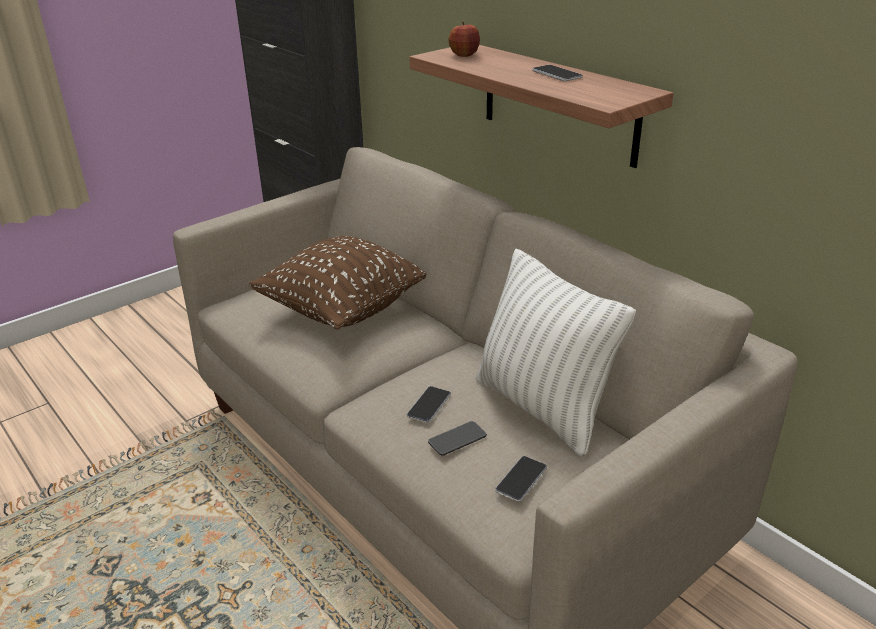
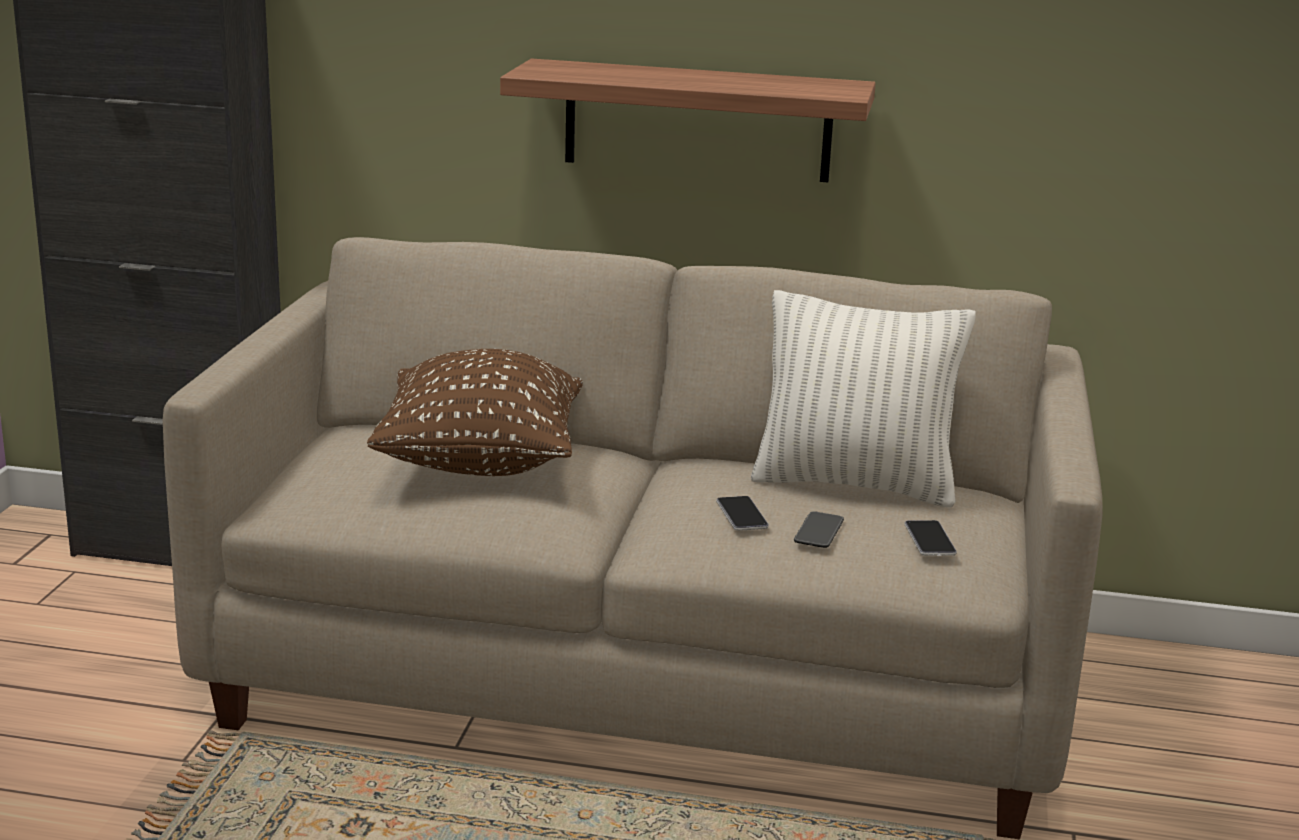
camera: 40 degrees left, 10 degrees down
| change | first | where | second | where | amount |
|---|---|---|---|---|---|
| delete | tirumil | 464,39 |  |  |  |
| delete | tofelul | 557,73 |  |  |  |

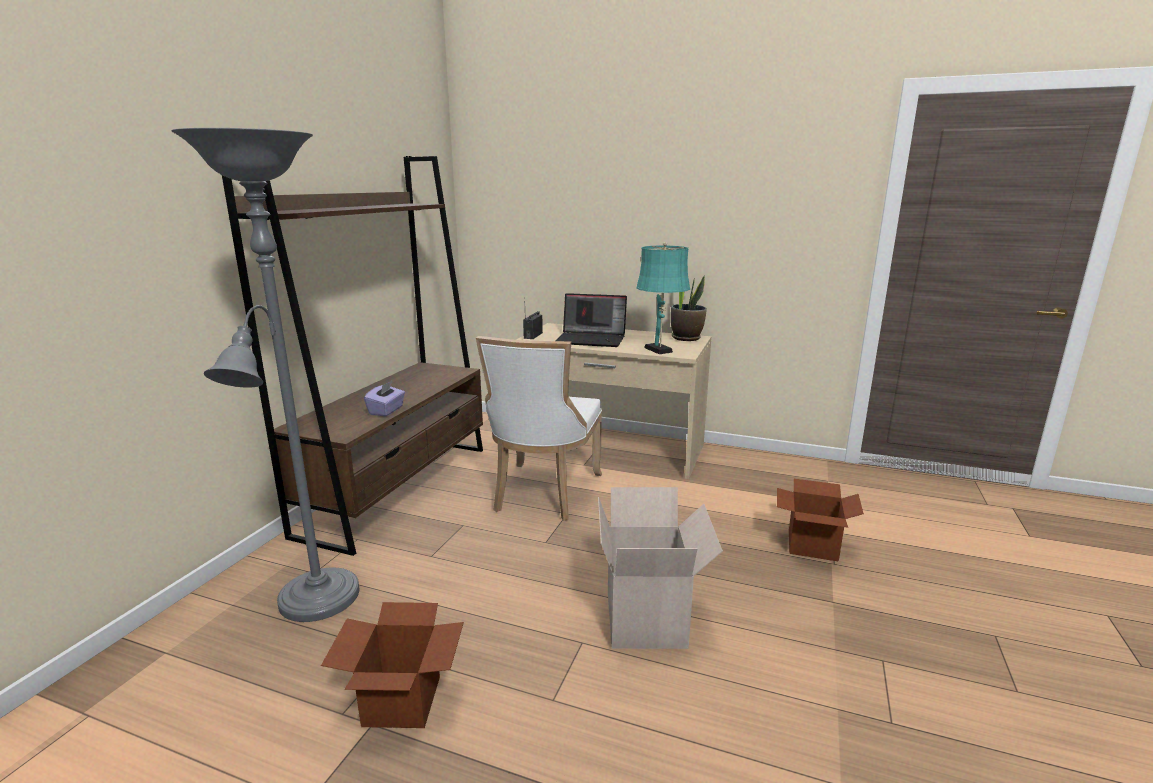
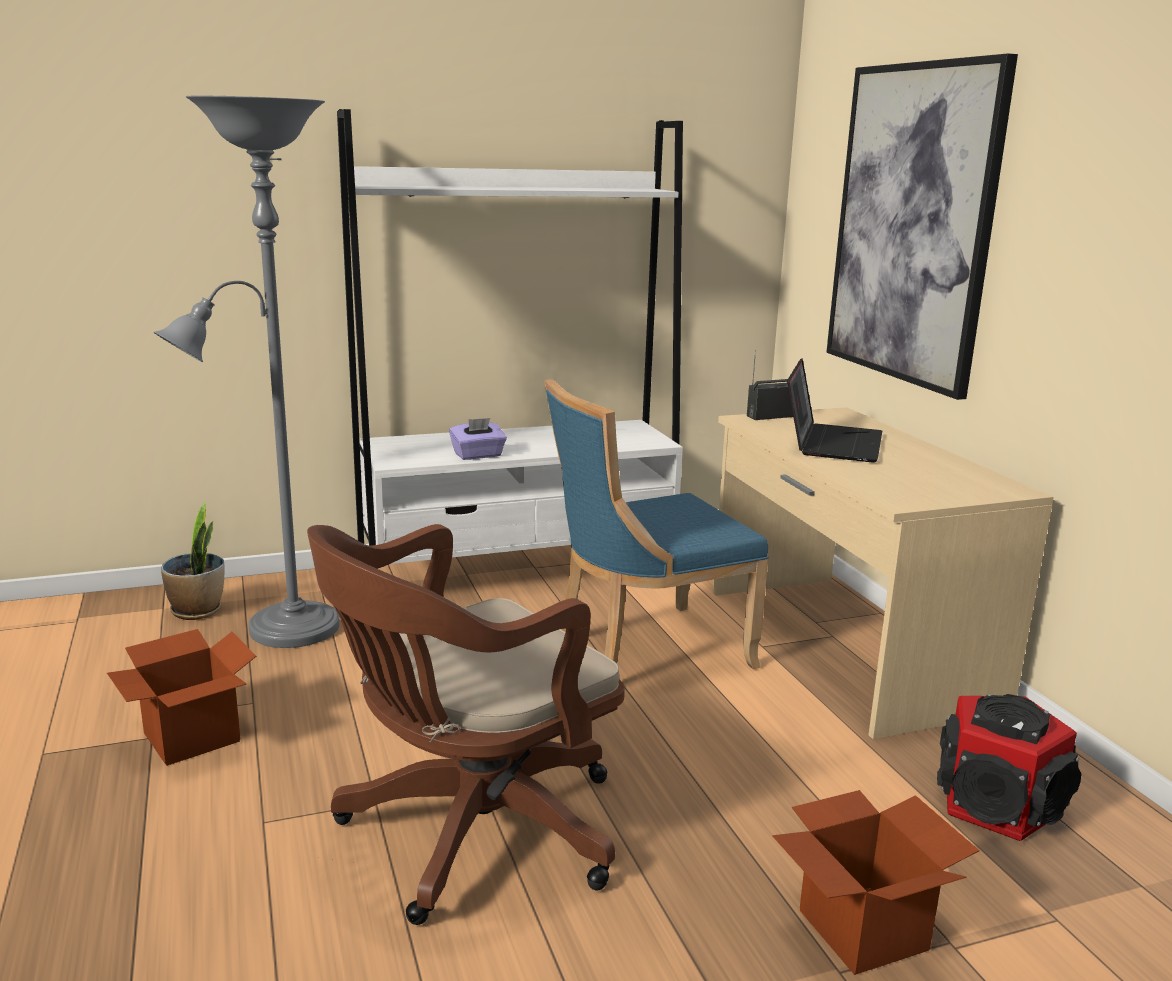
camera: 50 degrees right, 0 degrees up
| change | first | where | second | where | amount |
|---|---|---|---|---|---|
| move | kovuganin | 689,308 |  | 192,561 |  |
| replace | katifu | 660,568 | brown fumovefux | 466,724 |  |
| recolor | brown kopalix | 352,356 | white kopalix | 510,336 |  |
| recolor | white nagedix | 539,428 | blue nagedix | 656,524 |  |
| rotate | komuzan | 591,320 |  | 834,410 | 135 degrees counterclockwise |
| insert |  |  | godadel | 922,226 |  |
| insert |  |  | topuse | 1009,767 |  |
| delete | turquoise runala | 663,298 |  |  |  |

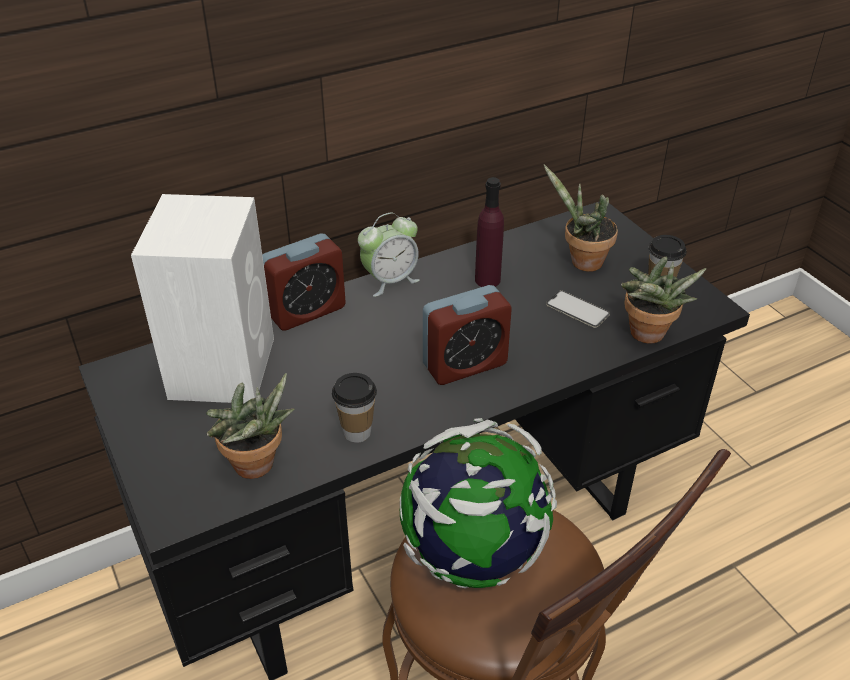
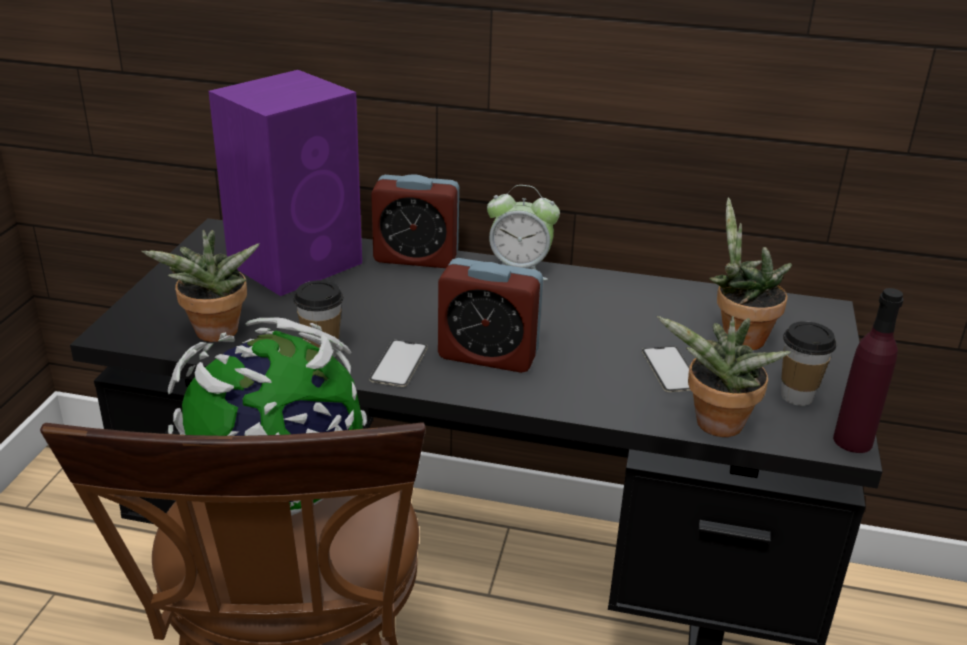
camera: 40 degrees right, 10 degrees down
| change | first | where | second | where | amount |
|---|---|---|---|---|---|
| recolor | white topuse | 202,298 | purple topuse | 285,183 |  |
| insert |  |  | tofelul | 398,363 |  |
| move | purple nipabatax | 489,232 |  | 868,370 |  |

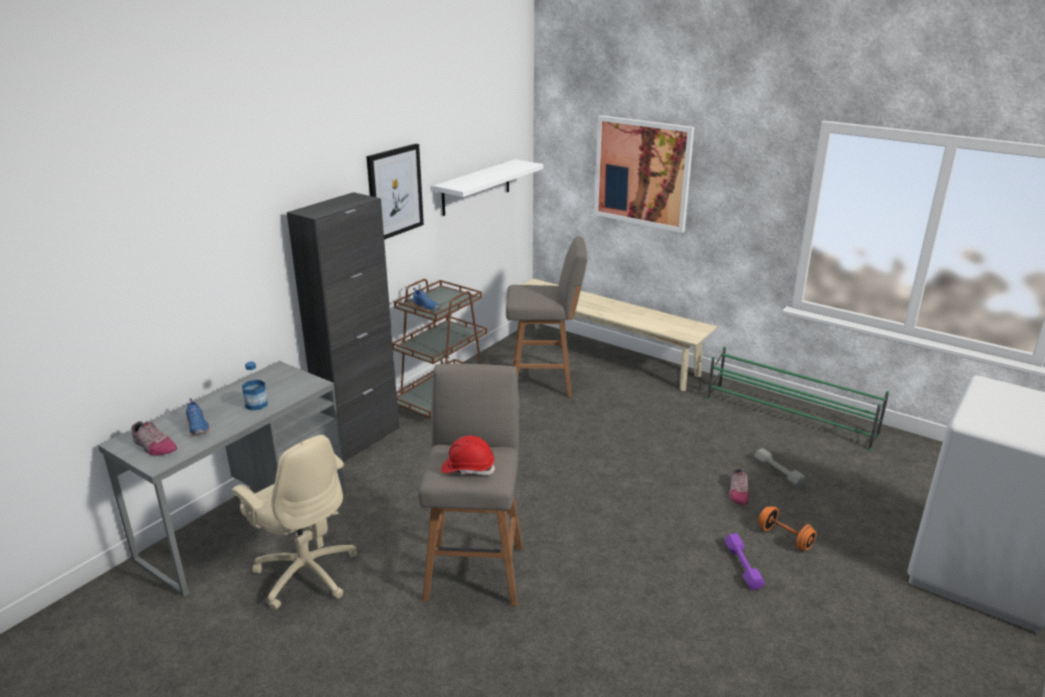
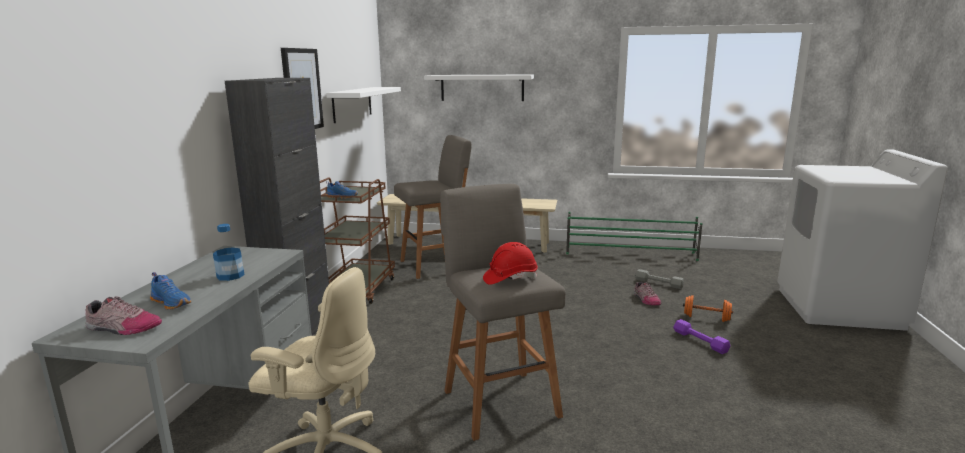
camera: 25 degrees left, 10 degrees down
| change | first | where | second | where | amount |
|---|---|---|---|---|---|
| replace | godadel | 644,174 | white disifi | 479,87 |  |

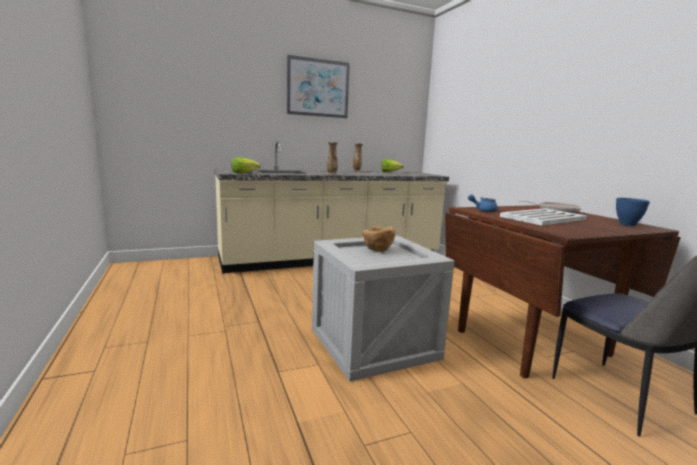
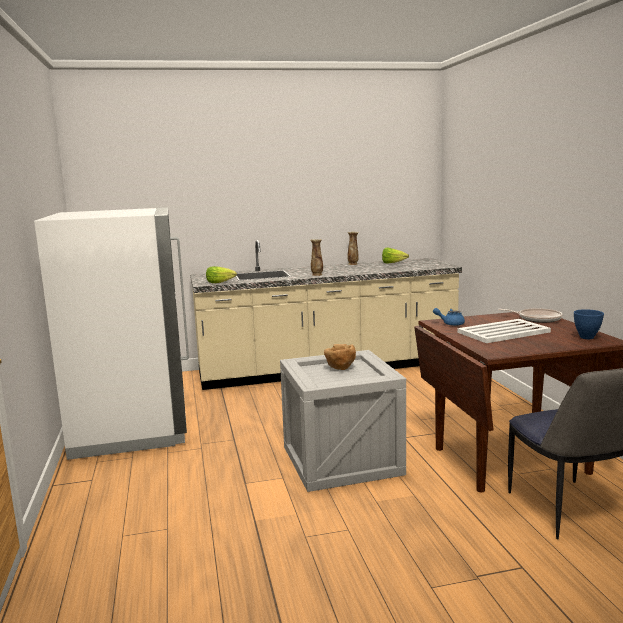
camera: 10 degrees right, 0 degrees up
| change | first | where | second | where | amount |
|---|---|---|---|---|---|
| insert |  |  | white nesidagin | 111,334 |  |
| delete | godadel | 318,86 |  |  |  |

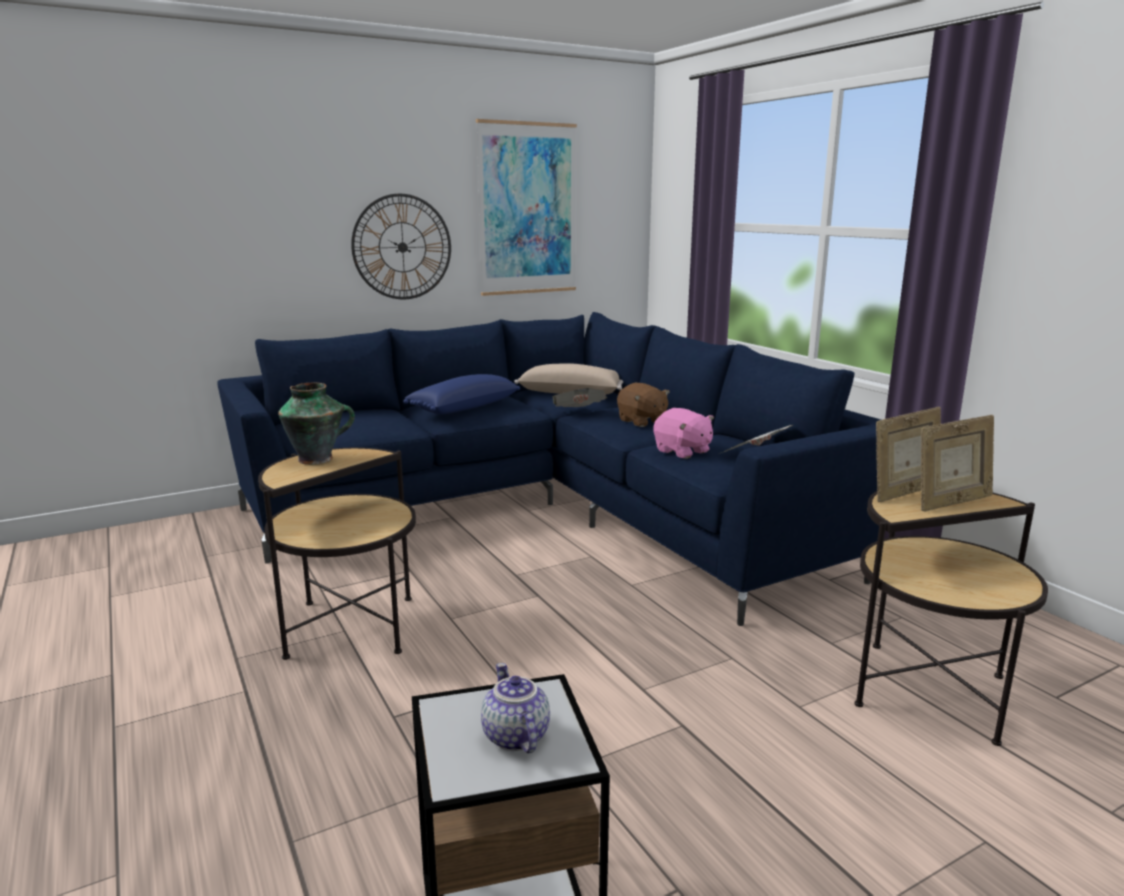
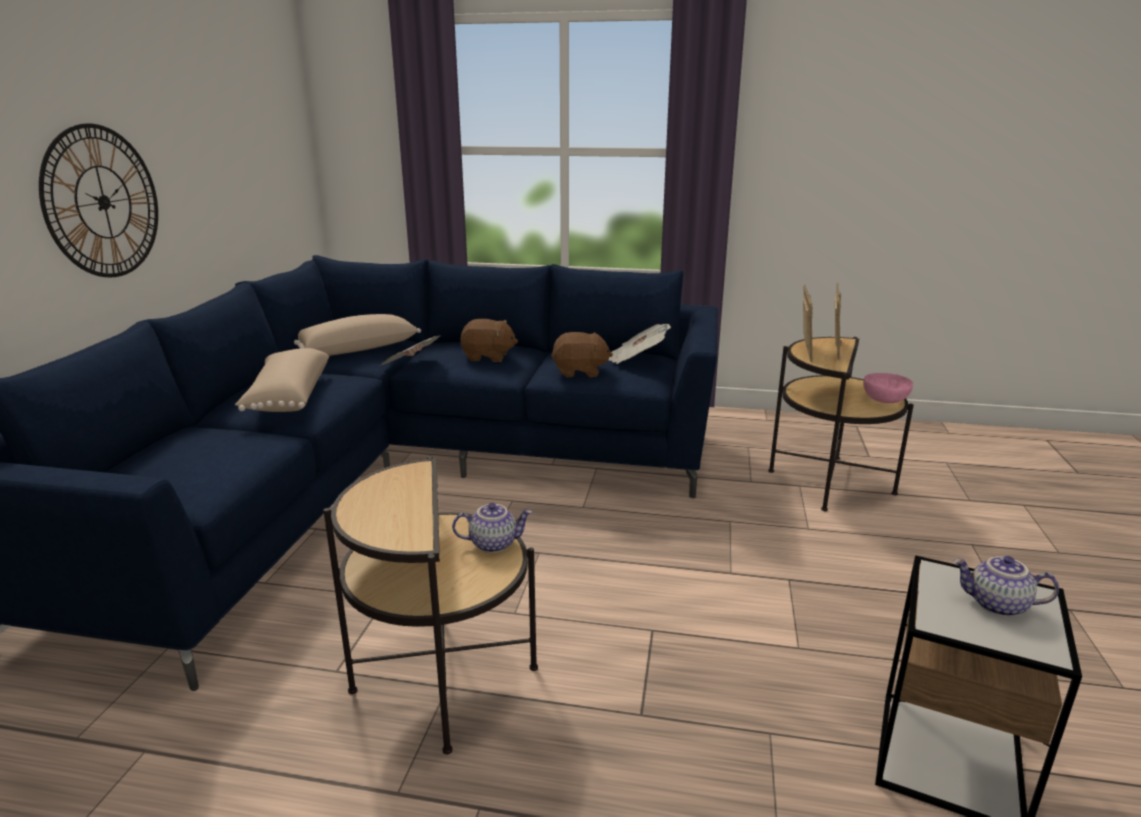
camera: 50 degrees left, 5 degrees up
| change | first | where | second | where | amount |
|---|---|---|---|---|---|
| recolor | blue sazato | 462,394 | beige sazato | 282,380 |  |
| insert |  |  | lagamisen | 492,528 |  |
| recolor | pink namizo | 684,433 | brown namizo | 582,354 |  |
| insert |  |  | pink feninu | 888,388 |  |
| delete | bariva | 316,424 |  |  |  |
| delete | godadel | 526,207 |  |  |  |

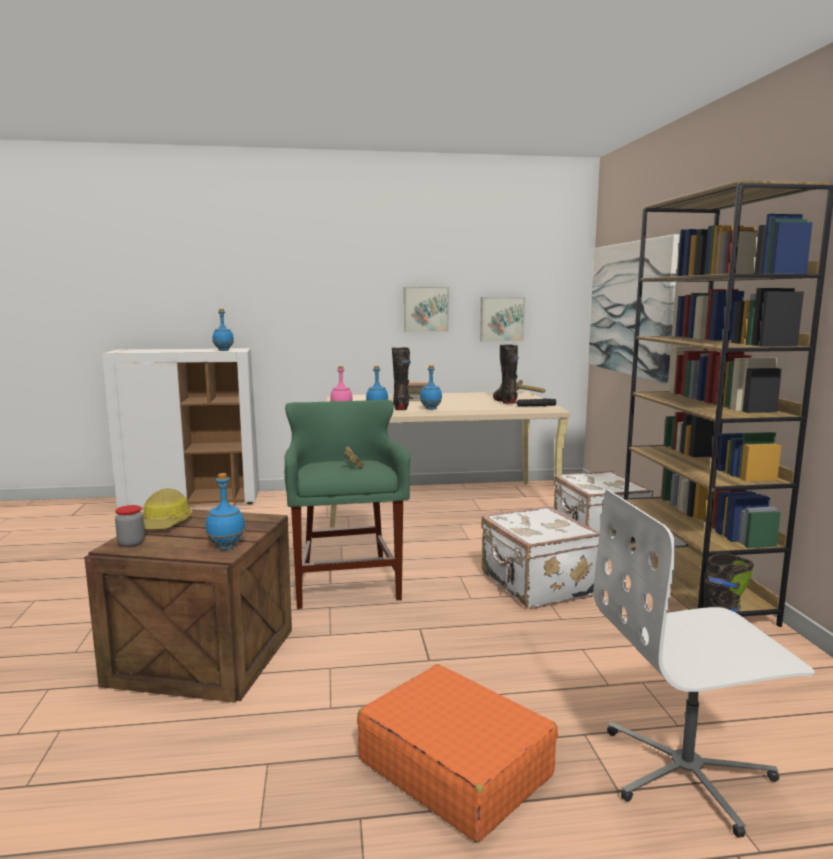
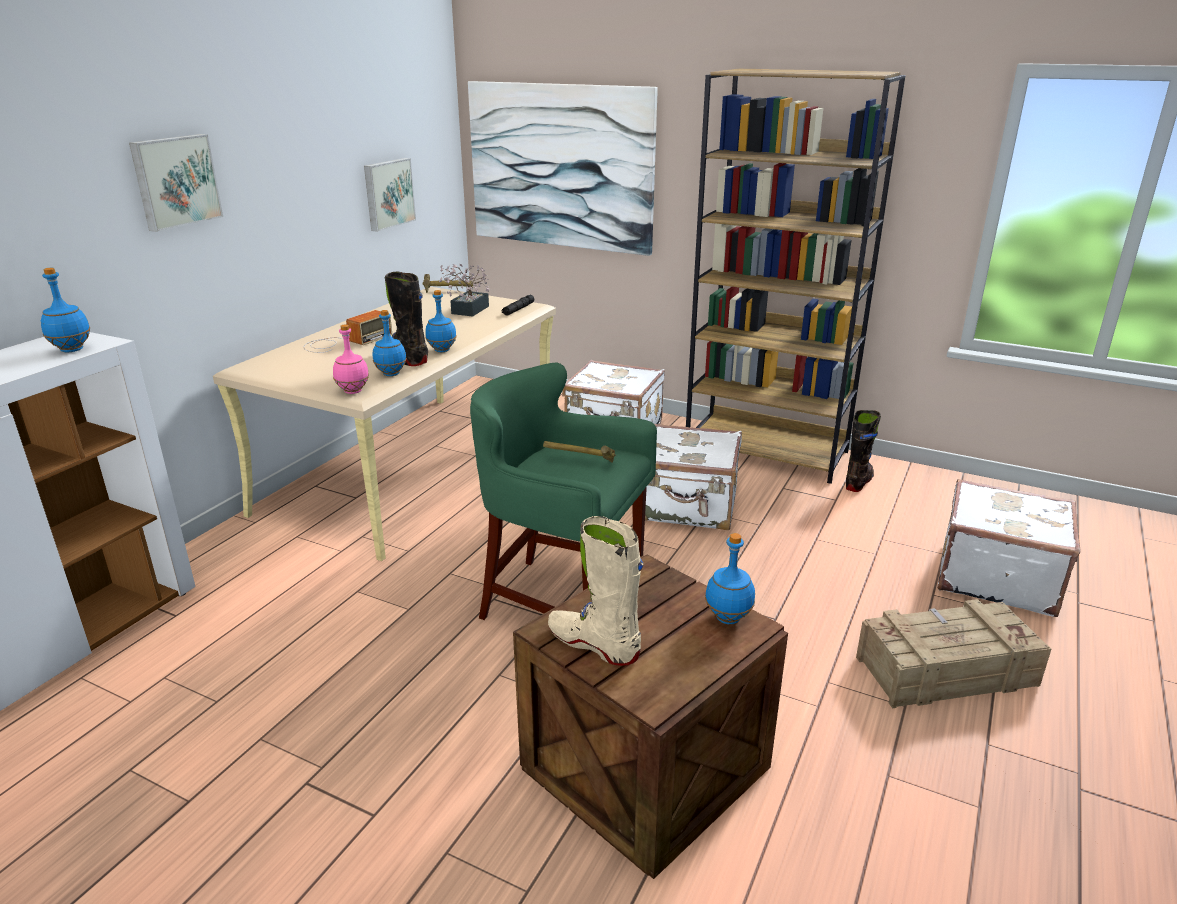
camera: 55 degrees left, 15 degrees up
| change | first | where | second | where | amount |
|---|---|---|---|---|---|
| move | godadel | 426,309 |  | 176,183 |  |
| replace | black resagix | 506,374 | kovuganin | 464,290 |  |
| replace | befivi | 167,508 | beige resagix | 595,591 |  |
| replace | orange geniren | 457,753 | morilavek | 953,654 |  |
| replace | white fumovefux | 704,663 | white geniren | 1009,548 |  |
| delete | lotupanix | 130,526 |  |  |  |

